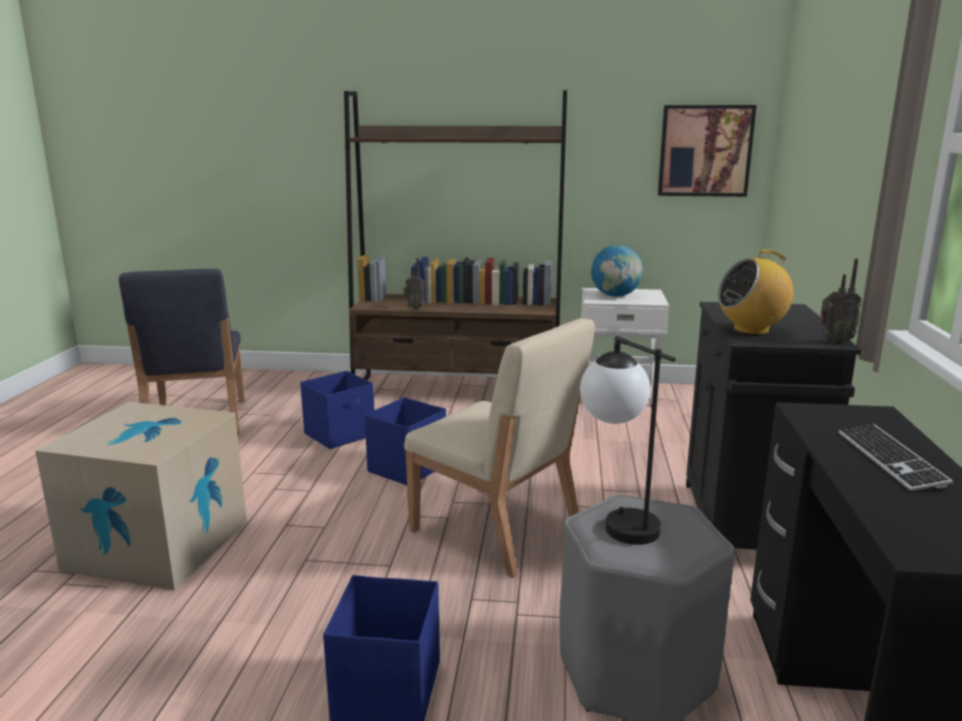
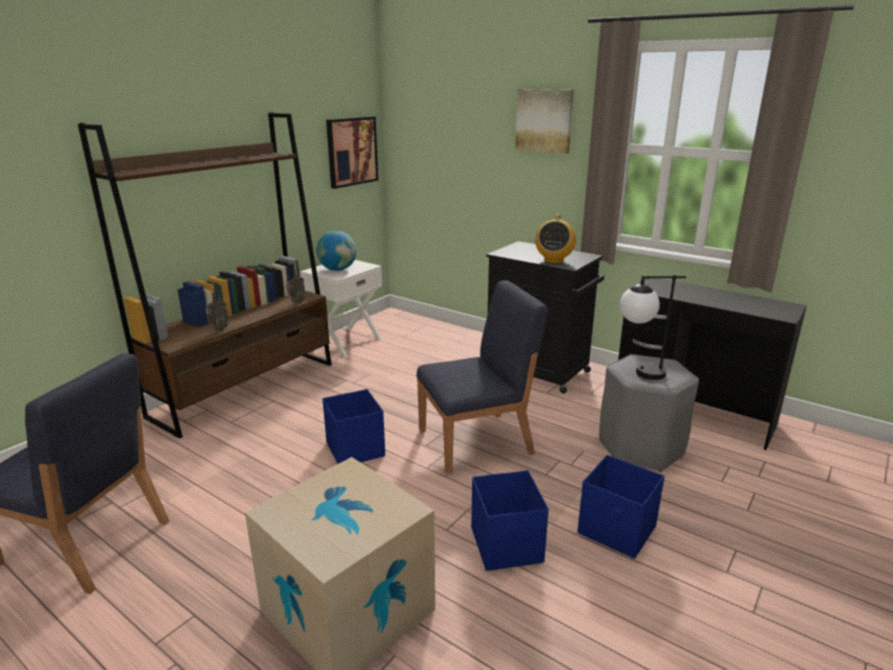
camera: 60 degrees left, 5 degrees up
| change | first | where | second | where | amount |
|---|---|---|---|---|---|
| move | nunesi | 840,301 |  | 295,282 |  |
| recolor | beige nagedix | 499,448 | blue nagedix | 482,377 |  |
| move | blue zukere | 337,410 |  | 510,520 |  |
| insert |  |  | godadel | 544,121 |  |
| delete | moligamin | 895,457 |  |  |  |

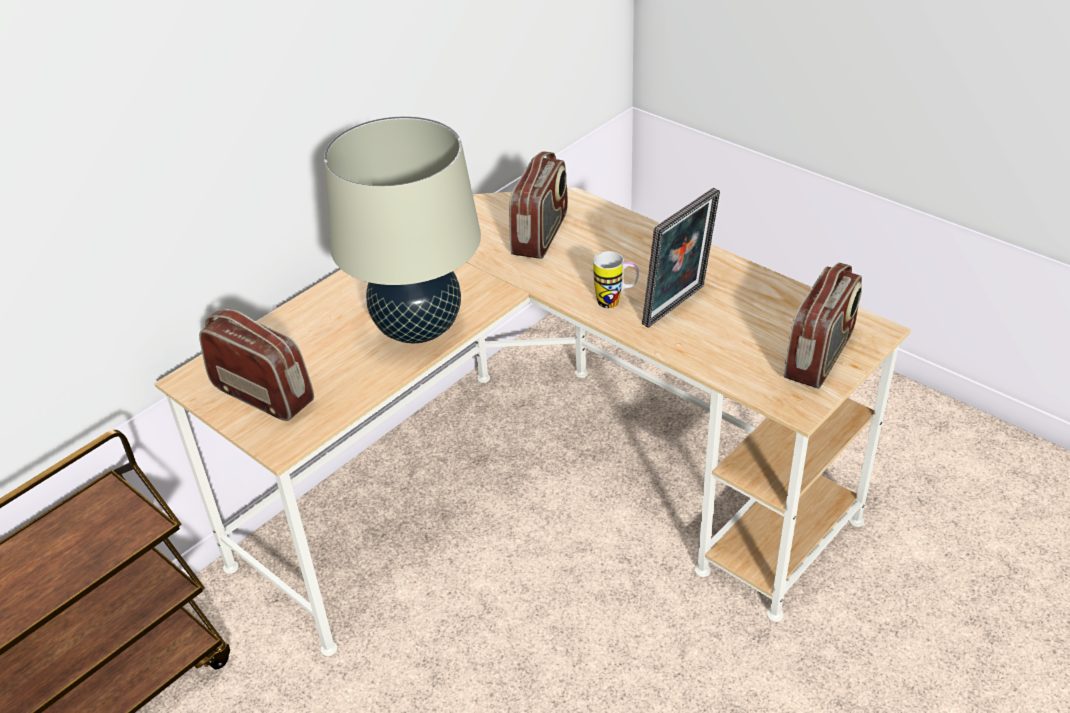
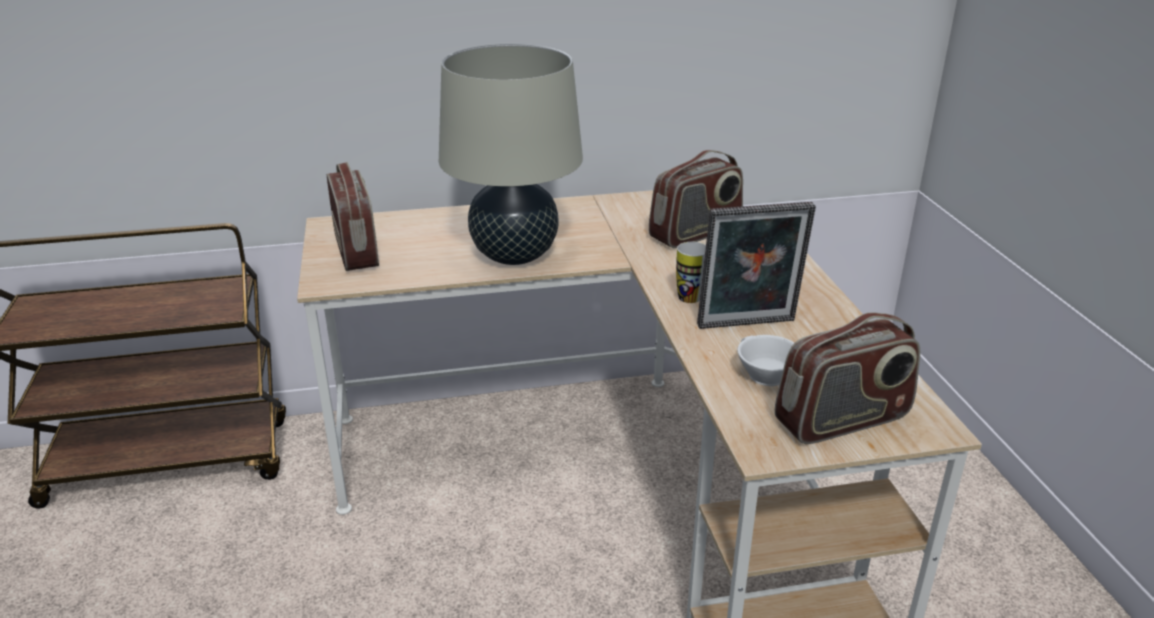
camera: 35 degrees right, 10 degrees down
| change | first | where | second | where | amount |
|---|---|---|---|---|---|
| insert |  |  | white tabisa | 765,360 |  |

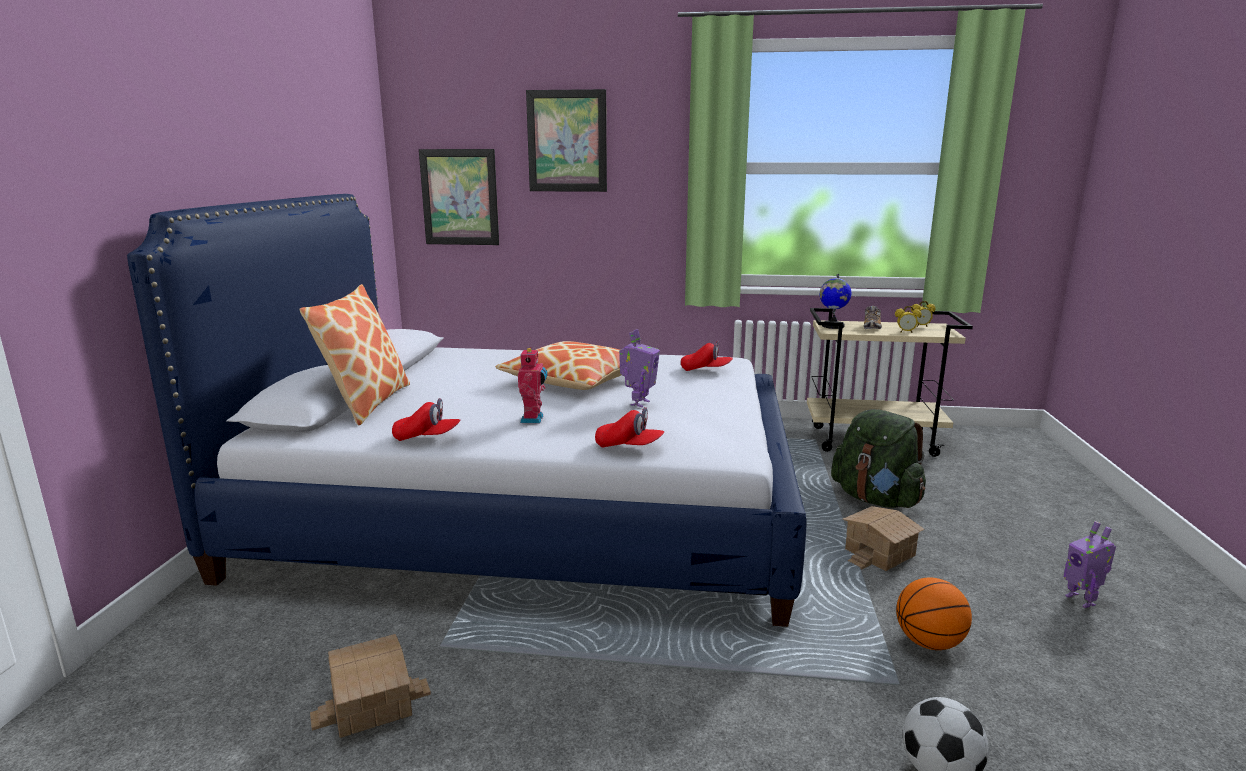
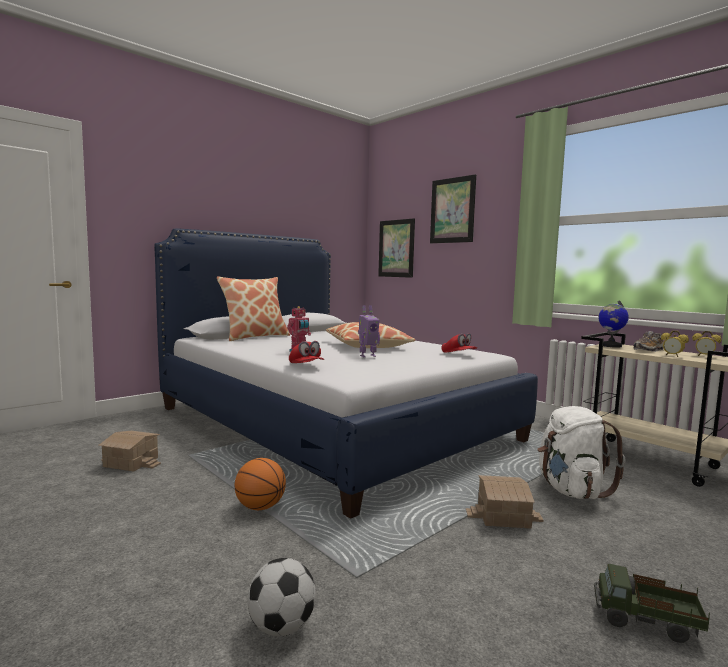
camera: 40 degrees right, 10 degrees down
| change | first | where | second | where | amount |
|---|---|---|---|---|---|
| move | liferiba | 934,614 |  | 260,484 |  |
| recolor | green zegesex | 878,458 | white zegesex | 581,452 |  |
| replace | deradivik | 1090,564 | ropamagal | 652,603 |  |
| delete | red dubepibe | 426,419 |  |  |  |

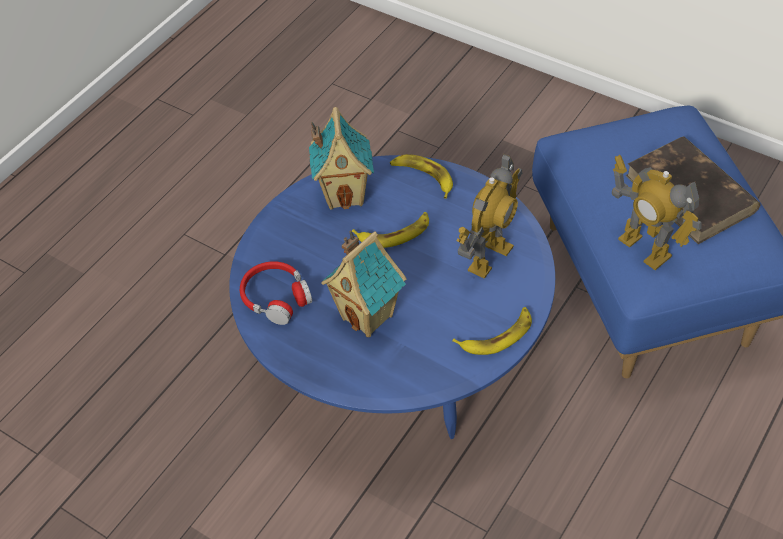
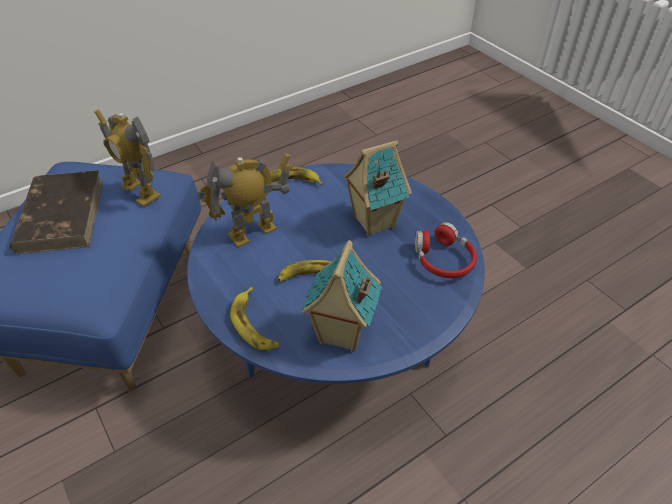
camera: 160 degrees left, 5 degrees down
| change | first | where | second | where | amount |
|---|---|---|---|---|---|
| rotate | deradivik | 657,212 |  | 127,158 | 150 degrees clockwise |

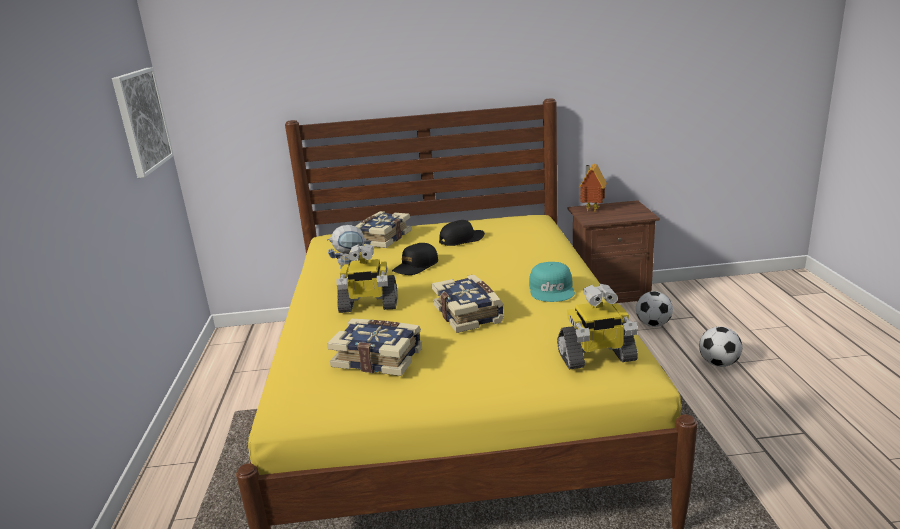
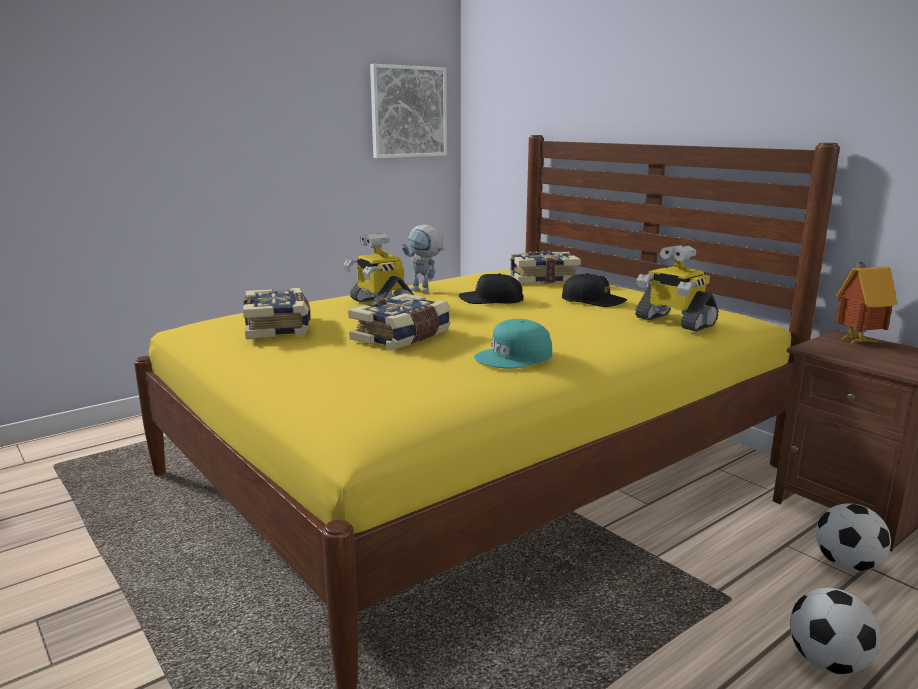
camera: 55 degrees right, 5 degrees down
| change | first | where | second | where | amount |
|---|---|---|---|---|---|
| move | deradivik | 597,327 |  | 676,288 |  |

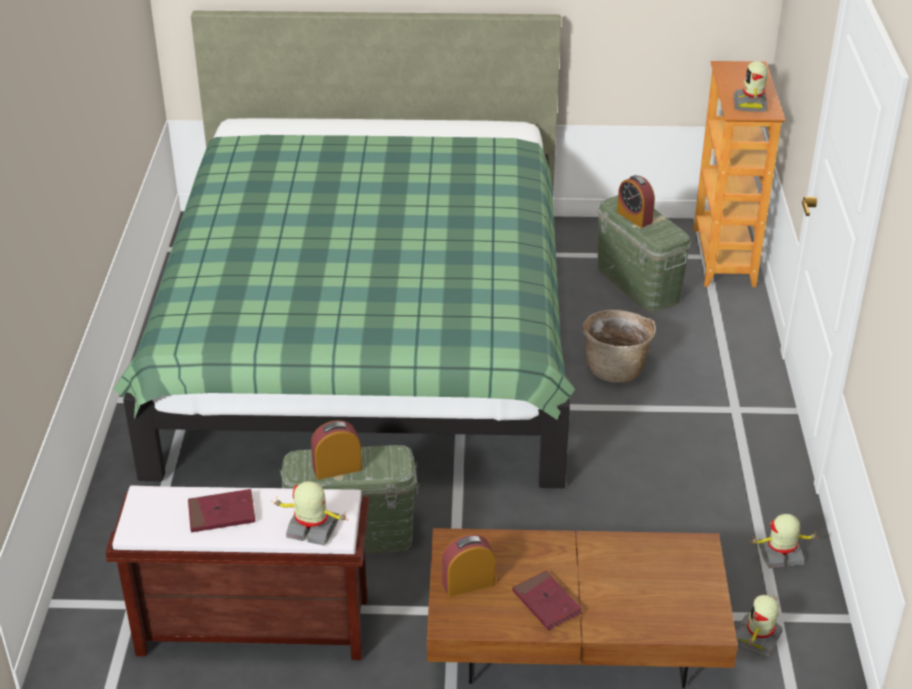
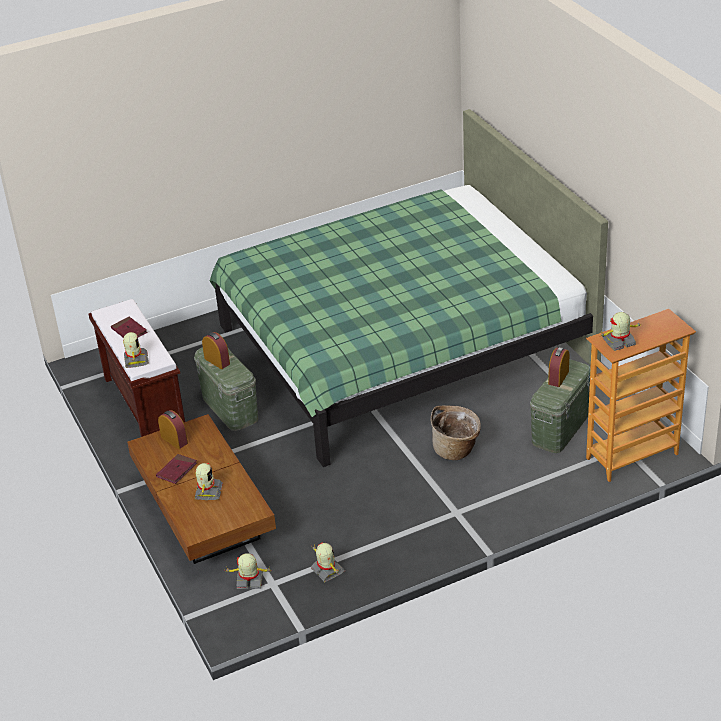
camera: 65 degrees right, 0 degrees up
| change | first | where | second | where | amount |
|---|---|---|---|---|---|
| insert |  |  | deradivik | 209,481 |  |

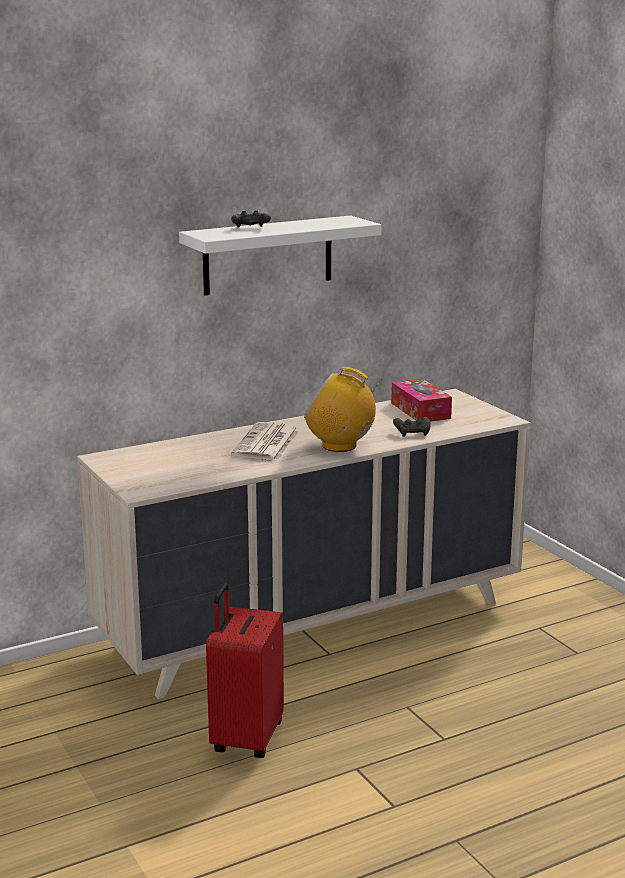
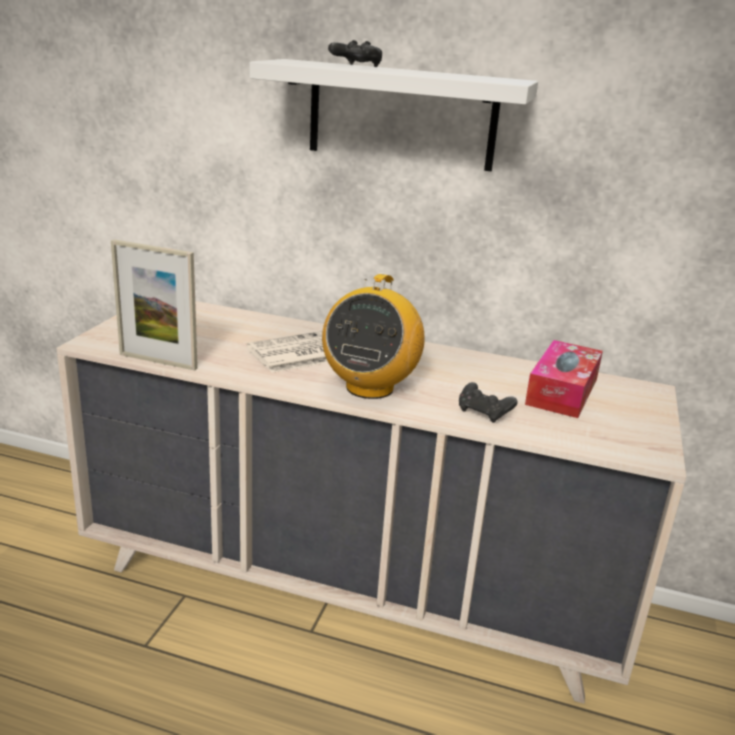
camera: 45 degrees right, 5 degrees up
| change | first | where | second | where | amount |
|---|---|---|---|---|---|
| insert |  |  | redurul | 154,305 |  |
| rotate | nunesi | 343,409 |  | 373,336 | 135 degrees counterclockwise |
| delete | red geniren | 245,670 |  |  |  |

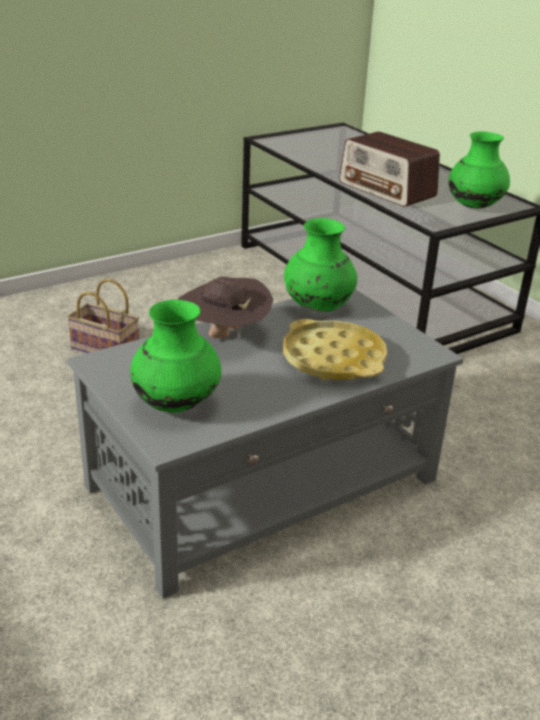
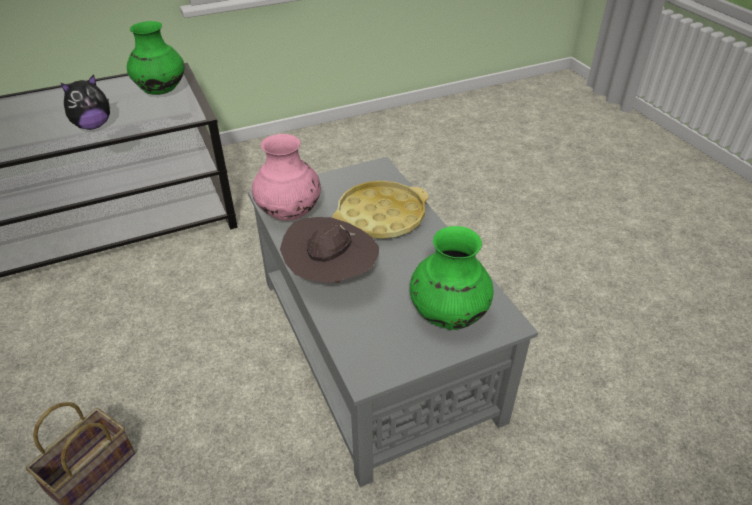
camera: 80 degrees left, 10 degrees up
| change | first | where | second | where | amount |
|---|---|---|---|---|---|
| replace | nunesi | 389,169 | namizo | 85,102 |  |
| recolor | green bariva | 320,265 | pink bariva | 286,177 |  |

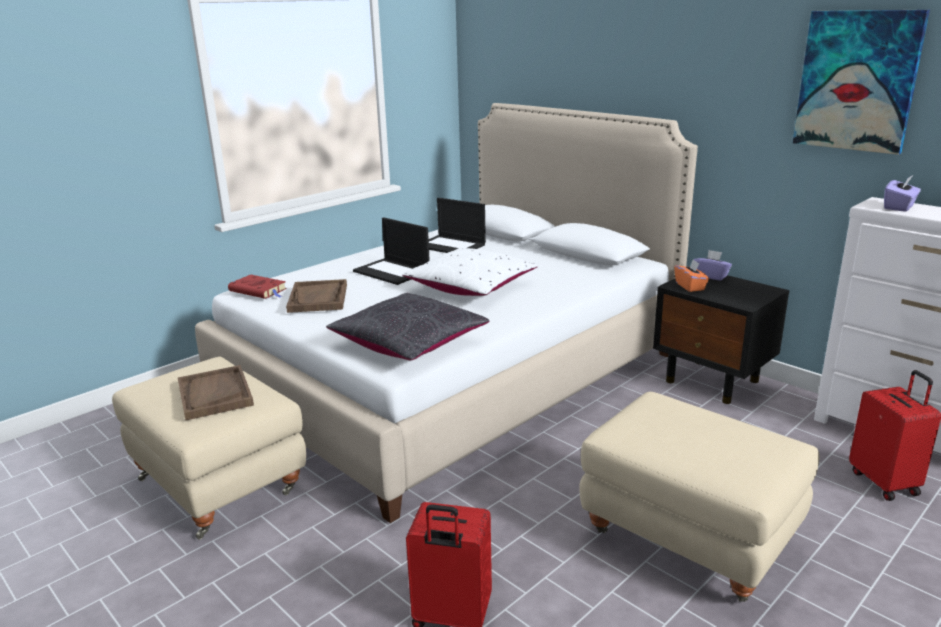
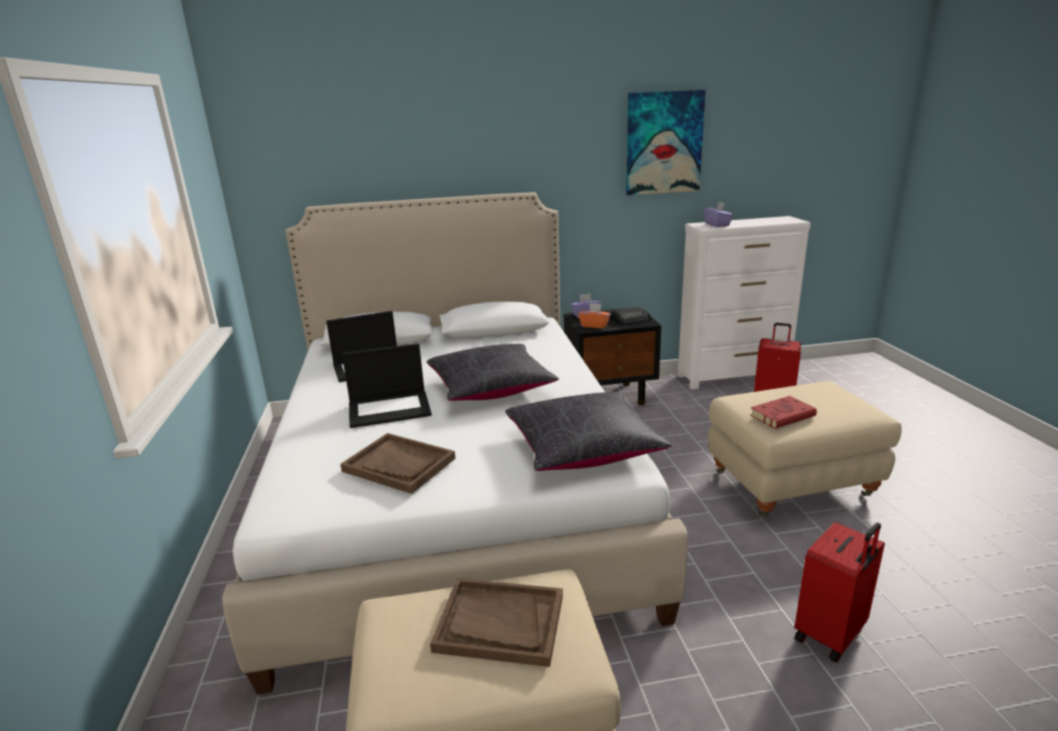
camera: 55 degrees left, 0 degrees up
| change | first | where | second | where | amount |
|---|---|---|---|---|---|
| recolor | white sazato | 470,272 | black sazato | 493,372 |  |
| insert |  |  | nunesi | 630,316 |  |
| move | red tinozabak | 257,286 |  | 783,412 |  |

